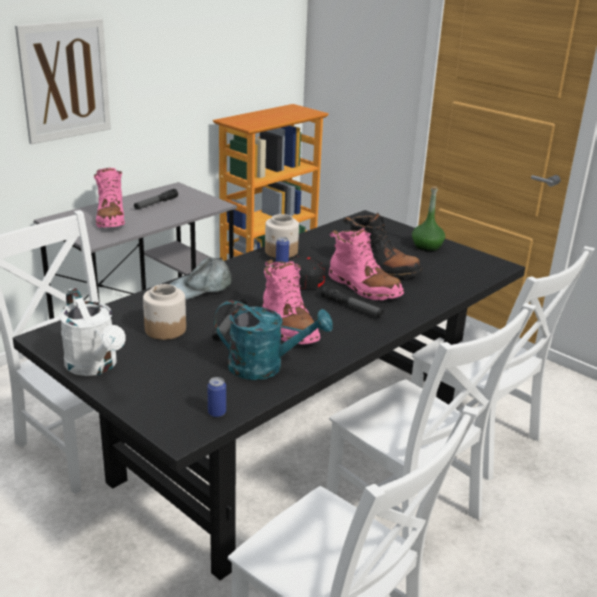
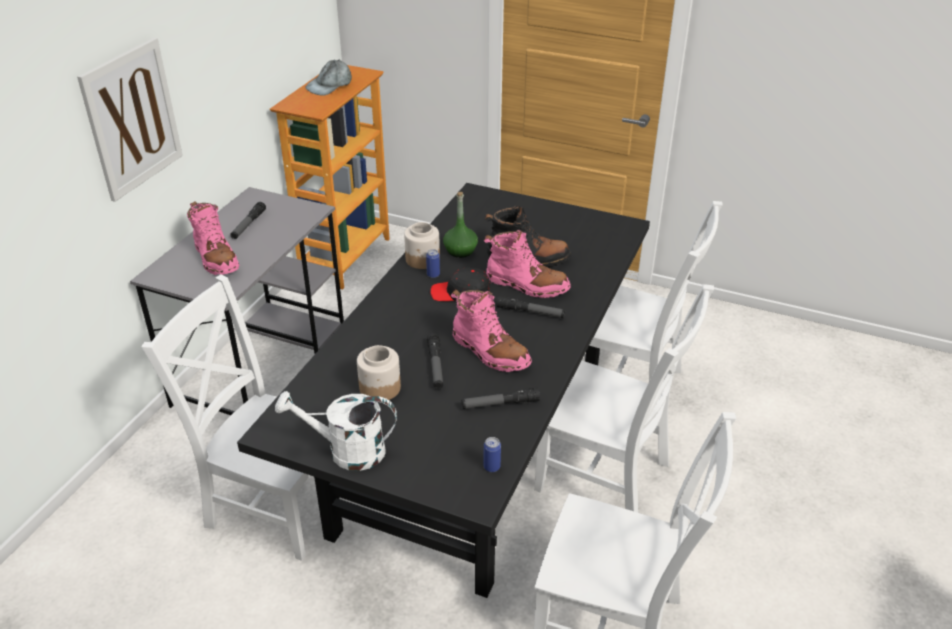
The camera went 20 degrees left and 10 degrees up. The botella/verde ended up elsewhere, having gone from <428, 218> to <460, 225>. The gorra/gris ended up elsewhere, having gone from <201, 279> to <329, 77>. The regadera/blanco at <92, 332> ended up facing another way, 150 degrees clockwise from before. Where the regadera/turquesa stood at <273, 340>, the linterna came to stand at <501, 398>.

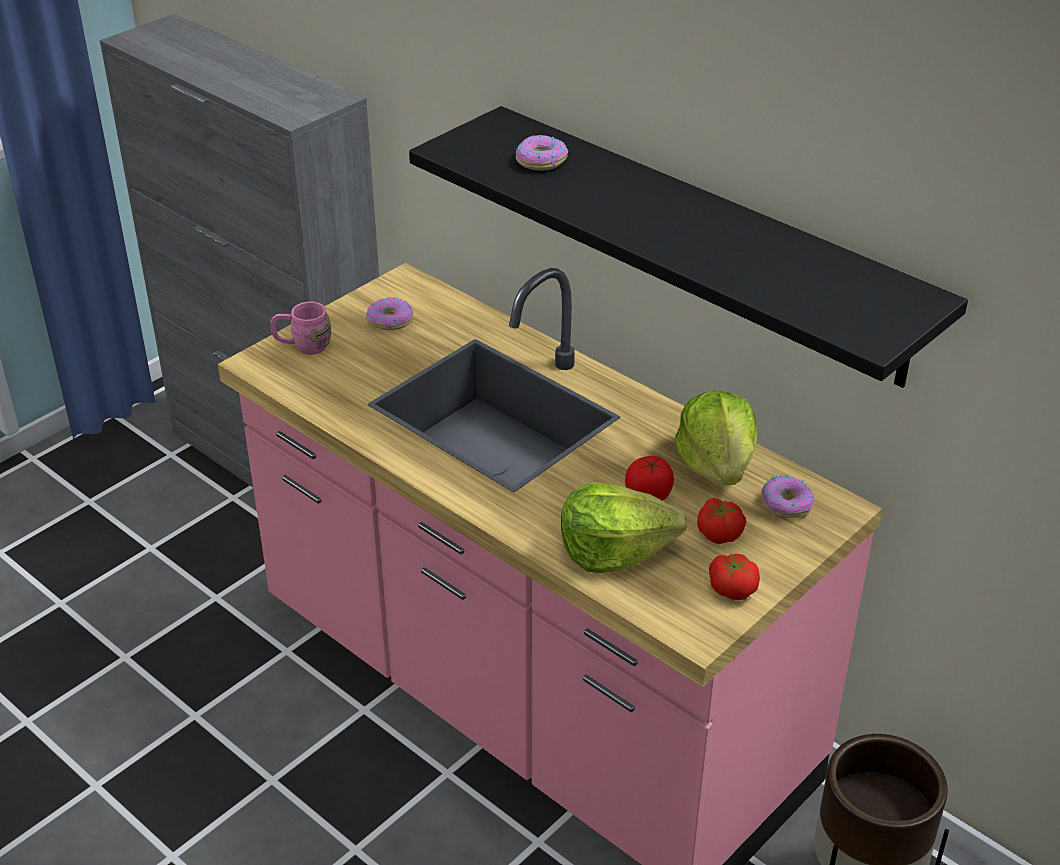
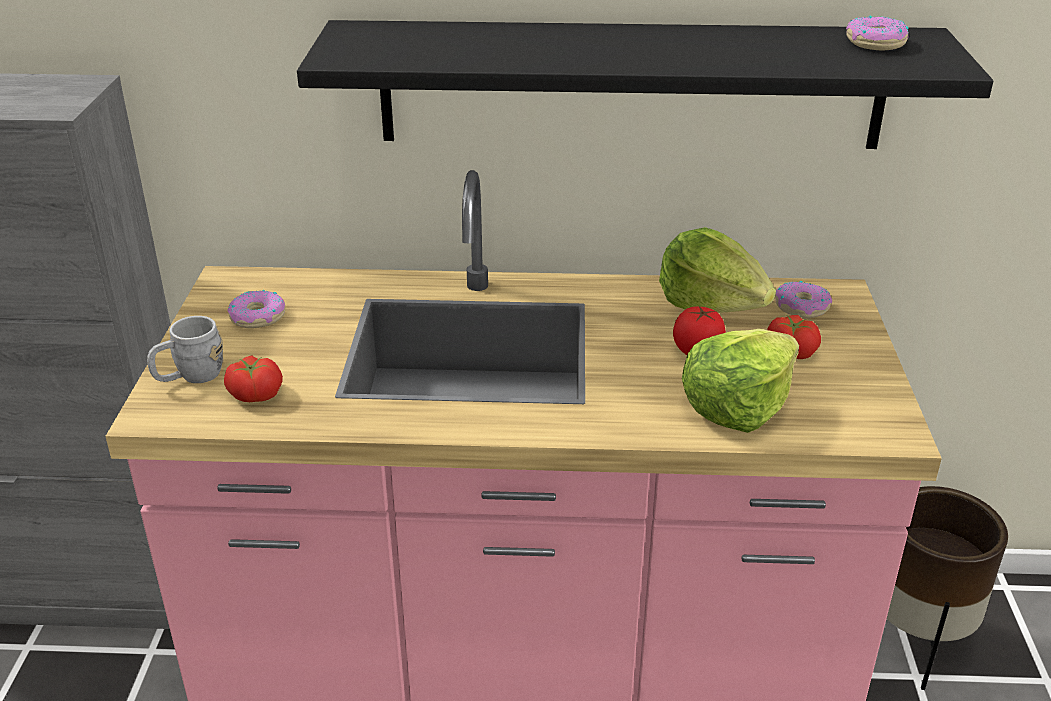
The camera went 40 degrees left and 5 degrees down. The rosquilla ended up elsewhere, having gone from <542, 152> to <877, 33>. What was the taza grande/rosa at <300, 328> turned into the taza grande/gris at <185, 349>. The tomate ended up elsewhere, having gone from <734, 577> to <253, 379>.

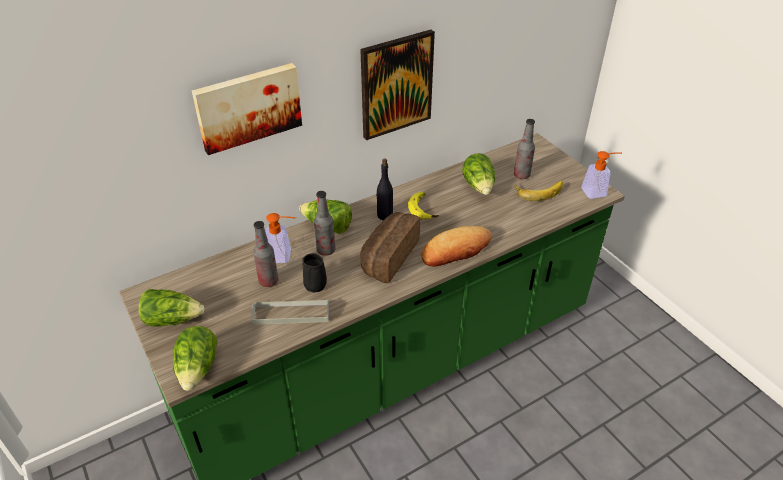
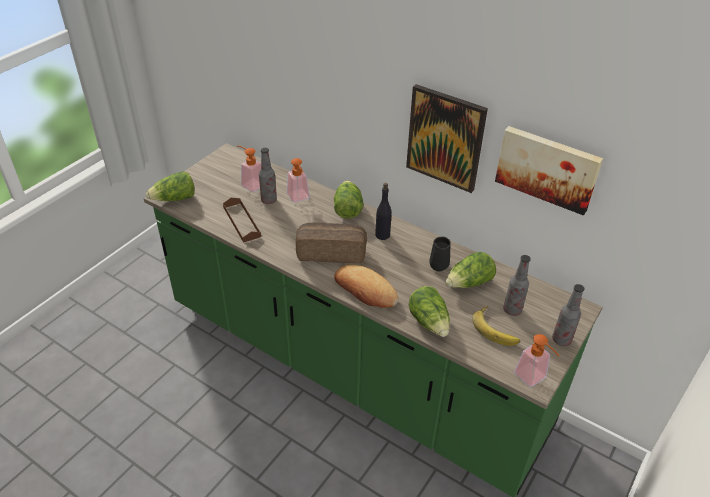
The camera went 65 degrees right and 0 degrees up. The cuadro ended up elsewhere, having gone from <247, 109> to <549, 171>. The botella ended up elsewhere, having gone from <325, 223> to <568, 315>. The second view lost the plátano at <423, 206>. The taza grande/negro ended up elsewhere, having gone from <314, 272> to <440, 254>. The lechuga ended up elsewhere, having gone from <172, 308> to <429, 311>. What was the bandeja/gris at <290, 312> turned into the bandeja/marrón at <242, 220>. The second view gained the dispensador de jabón at <249, 168>.

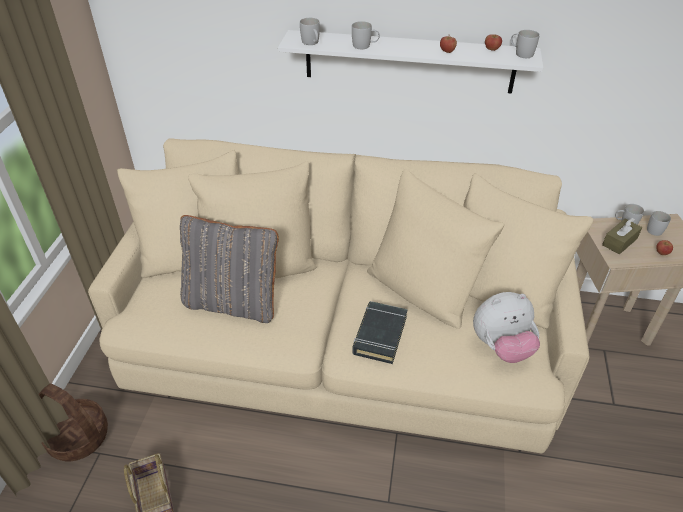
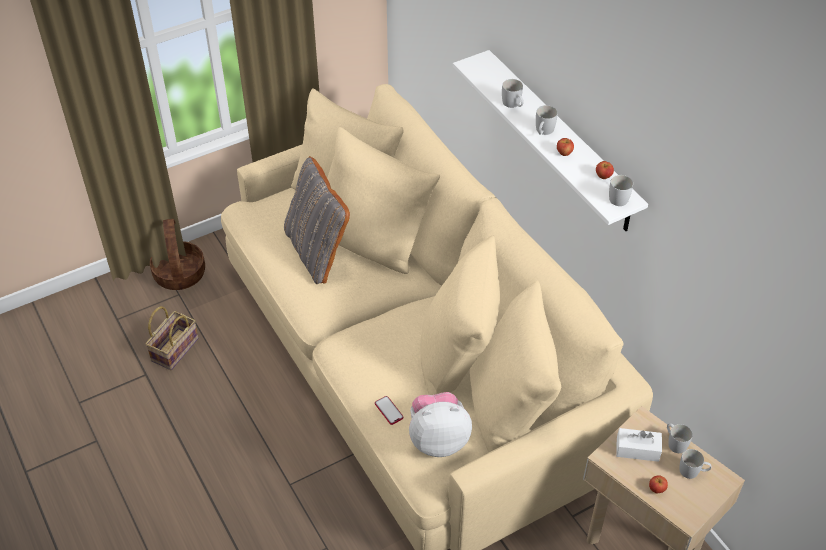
The camera went 50 degrees right and 5 degrees up. The taza grande/blanco ended up elsewhere, having gone from <310, 31> to <547, 120>. What was the caja de pañuelos/marrón at <622, 236> turned into the caja de pañuelos/blanco at <639, 445>. The peluche at <506, 327> ended up facing another way, 135 degrees clockwise from before. The second view lost the libro/negro at <380, 332>. The second view gained the móvil at <389, 410>.

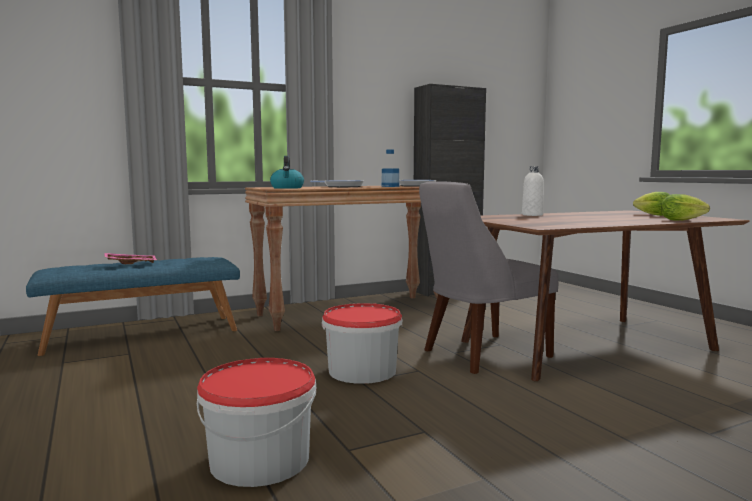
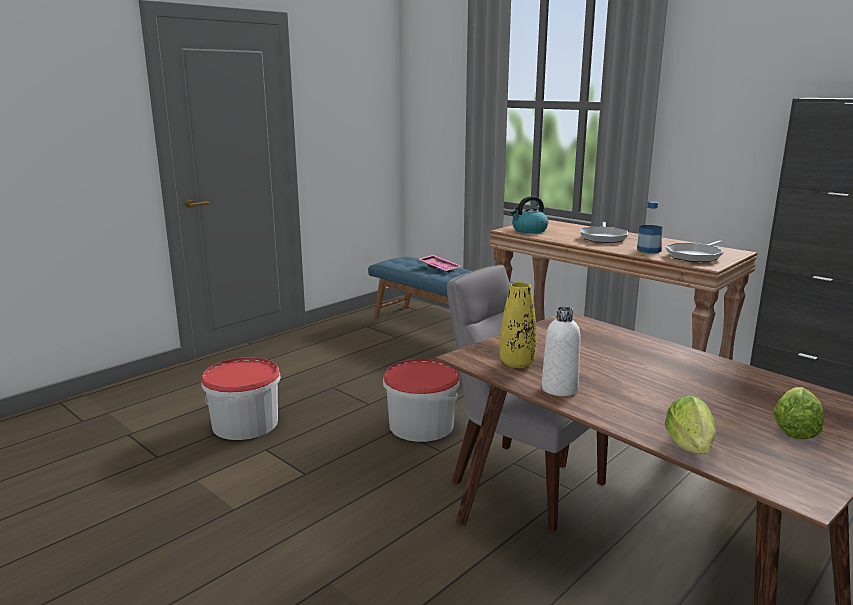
The camera went 70 degrees right and 10 degrees up. The botella/blanco ended up elsewhere, having gone from <533, 191> to <561, 351>. The second view gained the florero/amarillo at <518, 325>.

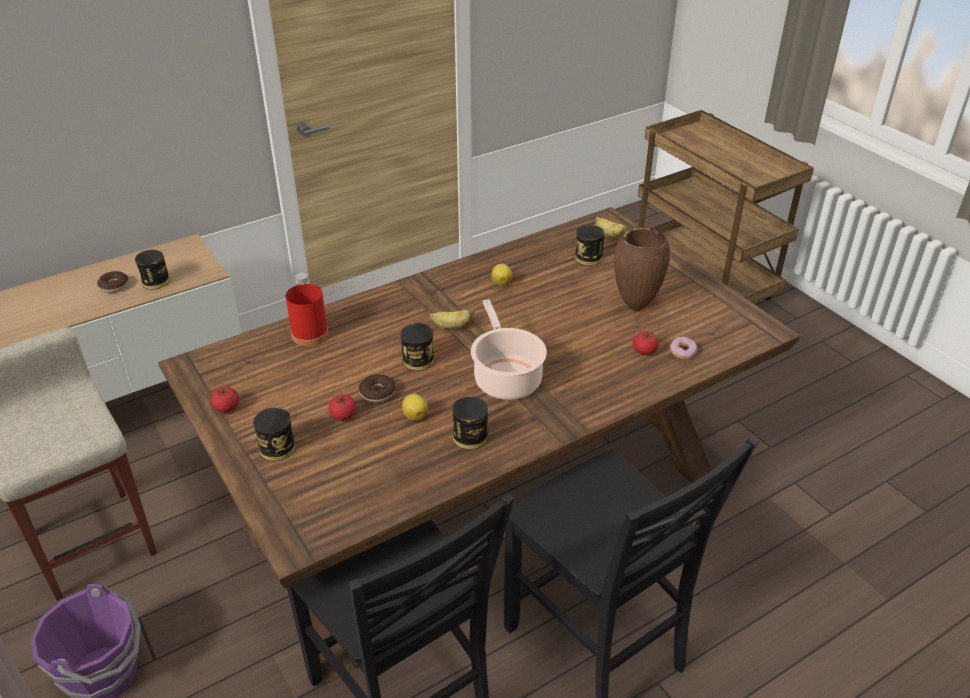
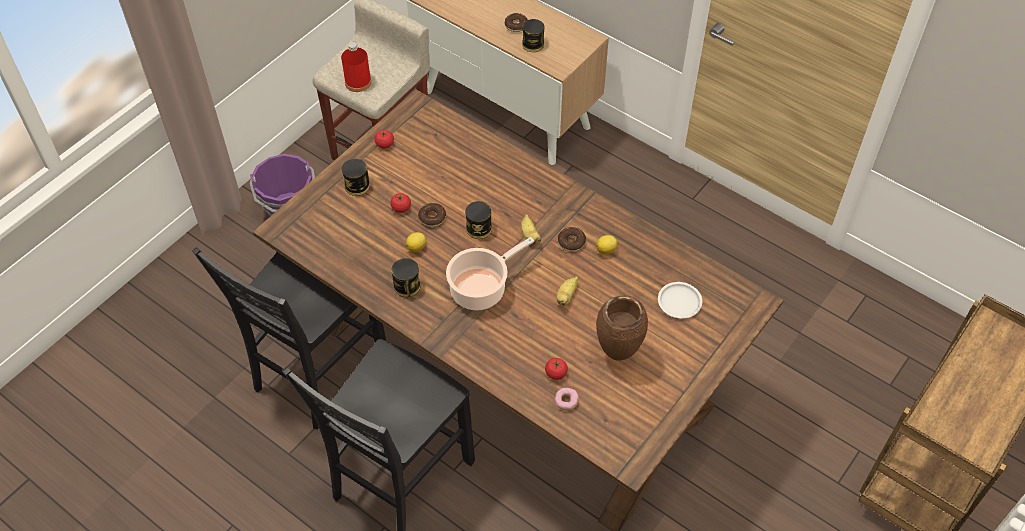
The camera went 70 degrees right and 15 degrees up. The plátano ended up elsewhere, having gone from <612, 227> to <567, 291>. Where the lata stood at <590, 245>, the plato/blanco came to stand at <680, 300>. The botella/rojo ended up elsewhere, having gone from <307, 309> to <356, 67>. The second view gained the rosquilla at <572, 239>.

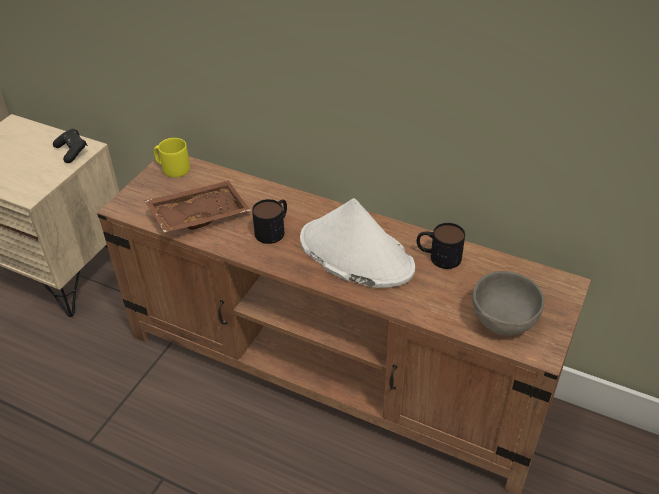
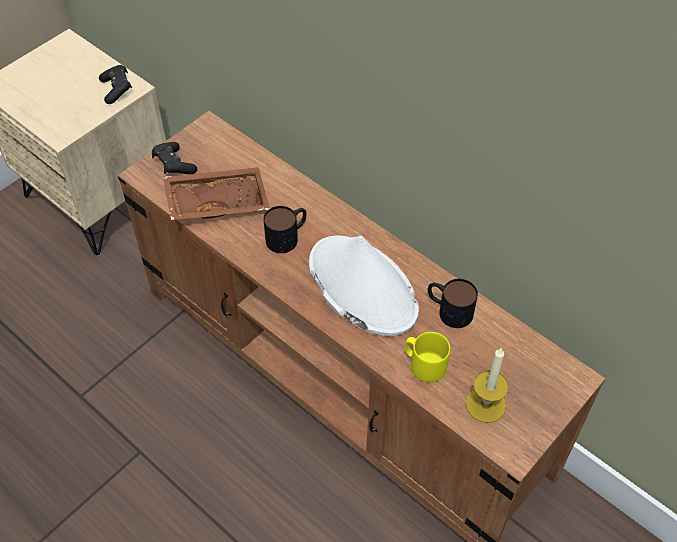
The camera went 15 degrees right and 10 degrees up. The taza grande/amarillo ended up elsewhere, having gone from <172, 158> to <427, 357>. Where the cuenco/gris stood at <508, 303>, the vela came to stand at <487, 385>. The second view gained the mando de consola/negro at <174, 158>.

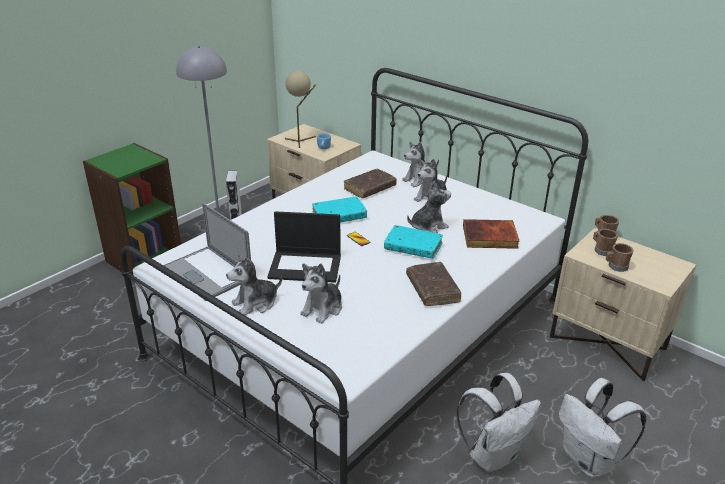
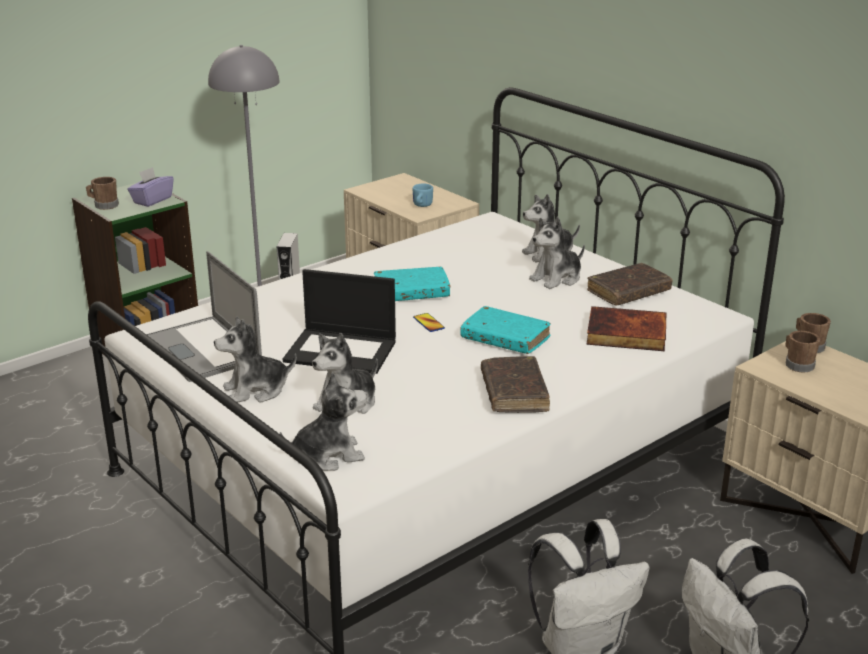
The camera went 10 degrees right and 5 degrees down. The second view lost the lámpara de mesa/beis at <300, 109>. The libro/marrón ended up elsewhere, having gone from <370, 183> to <630, 284>. The peluche ended up elsewhere, having gone from <429, 207> to <323, 421>. The taza grande/marrón ended up elsewhere, having gone from <620, 257> to <102, 193>. The second view gained the caja de pañuelos/morado at <150, 187>.

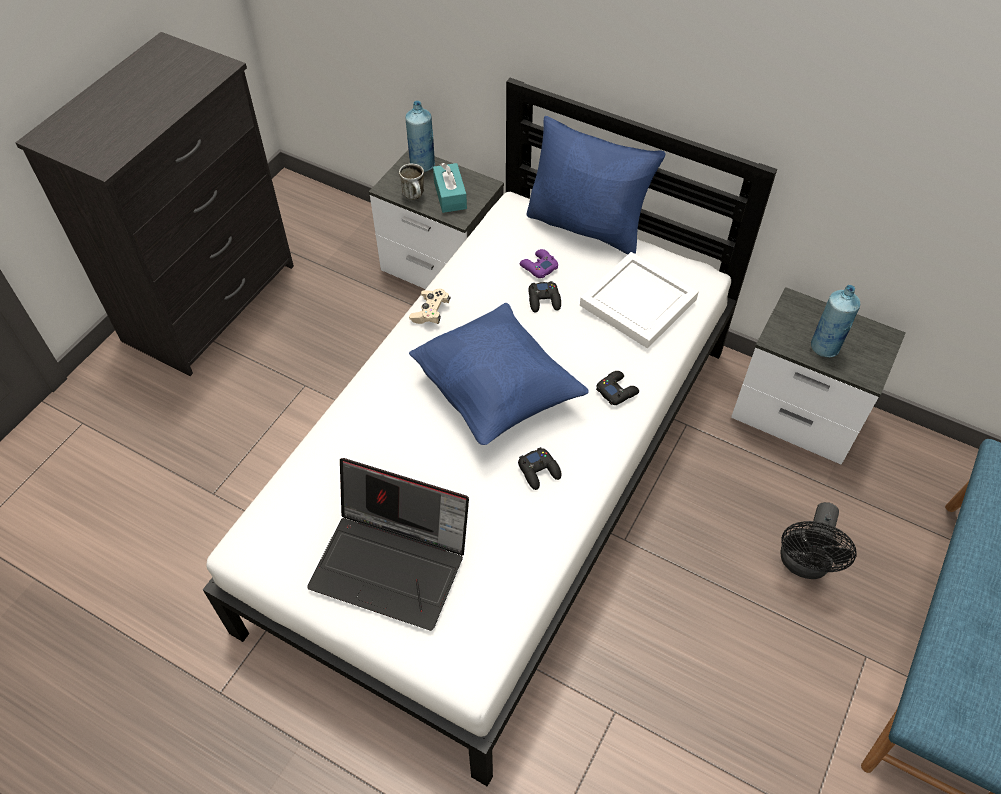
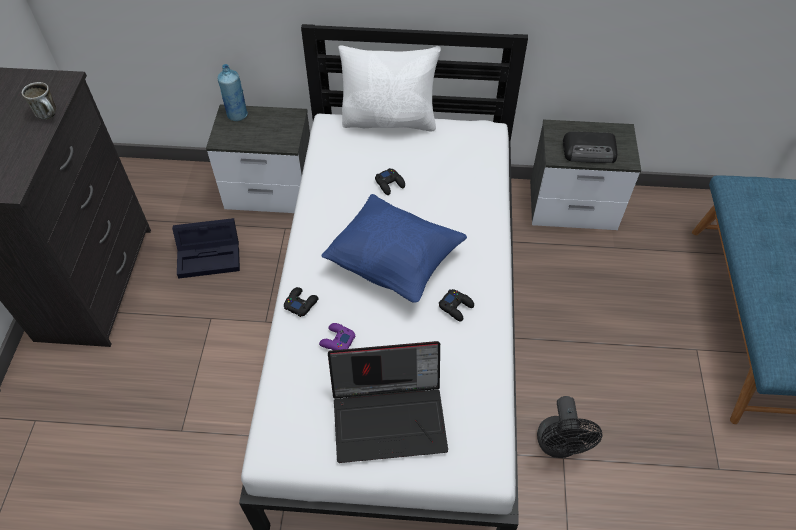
The camera went 25 degrees left and 0 degrees up. What was the cojín/azul at <596, 185> turned into the cojín/blanco at <389, 88>. The taza grande ended up elsewhere, having gone from <411, 181> to <39, 101>. The second view lost the caja de pañuelos/turquesa at <450, 188>. The mando de consola/morado ended up elsewhere, having gone from <539, 263> to <337, 336>. The second view lost the bandeja/blanco at <639, 300>. Where the botella/azul stood at <835, 321>, the radio came to stand at <590, 147>. The second view lost the mando de consola/beis at <429, 306>. The mando de consola/negro ended up elsewhere, having gone from <617, 388> to <301, 302>. The ventilador/negro ended up elsewhere, having gone from <818, 540> to <569, 427>. The second view gained the caja de almacenaje/negro at <206, 248>.

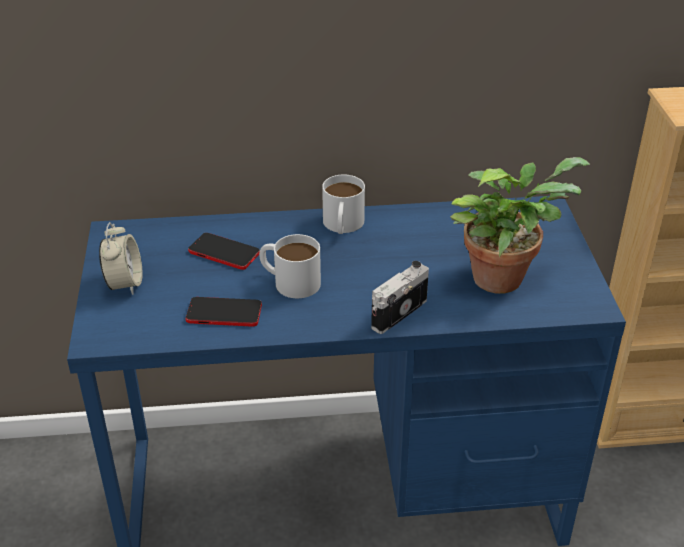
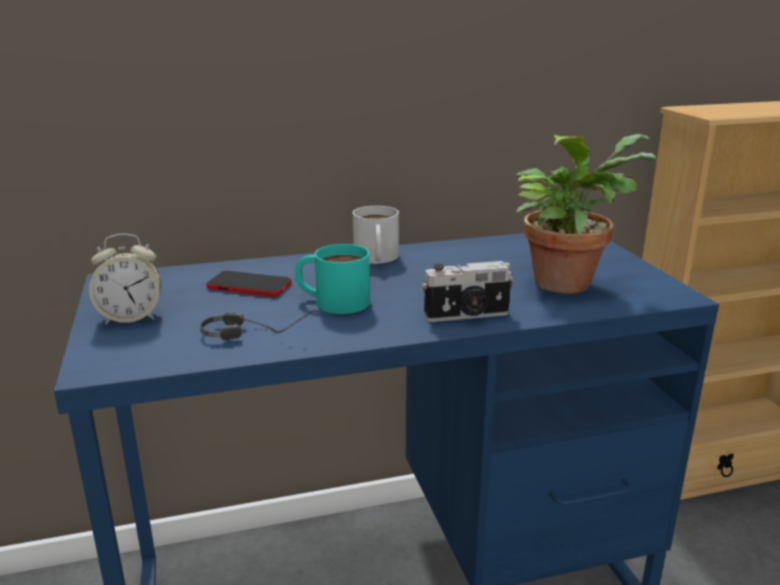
The camera went 10 degrees left and 15 degrees down. The despertador at <120, 258> ended up facing another way, 90 degrees clockwise from before. What was the taza grande/blanco at <290, 266> turned into the taza grande/turquesa at <332, 279>. The cámara at <400, 297> ended up facing another way, 135 degrees counterclockwise from before. Where the móvil stood at <224, 312>, the auriculares came to stand at <259, 325>.

